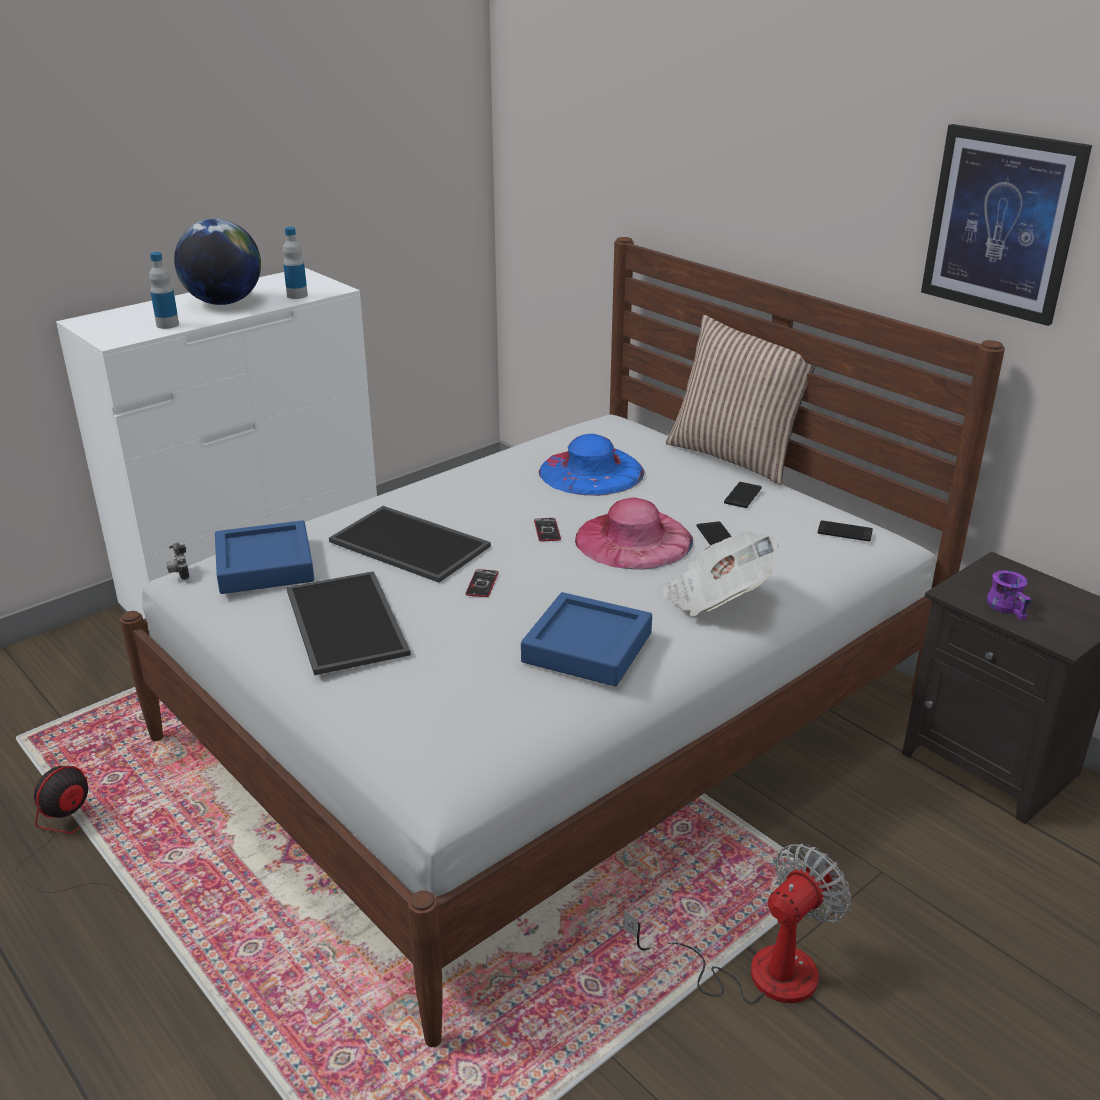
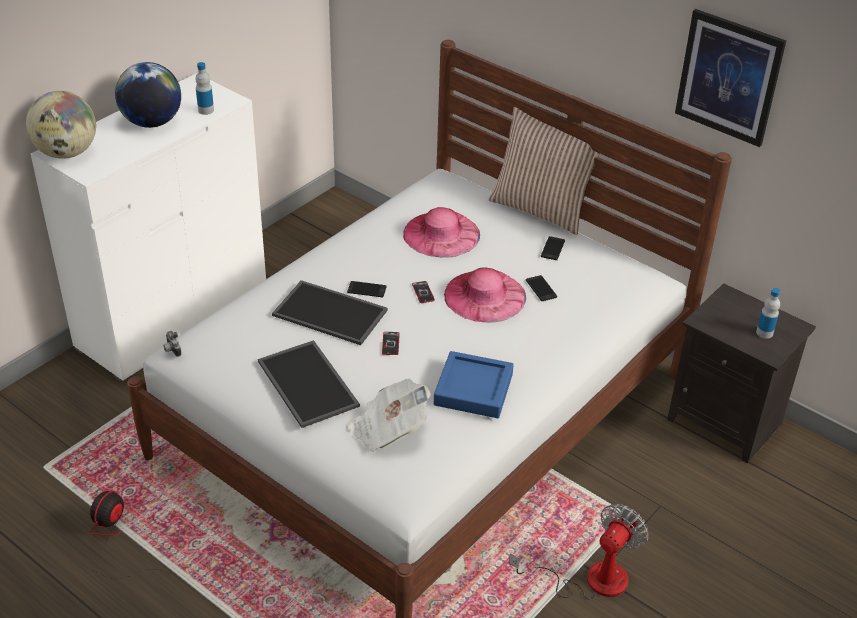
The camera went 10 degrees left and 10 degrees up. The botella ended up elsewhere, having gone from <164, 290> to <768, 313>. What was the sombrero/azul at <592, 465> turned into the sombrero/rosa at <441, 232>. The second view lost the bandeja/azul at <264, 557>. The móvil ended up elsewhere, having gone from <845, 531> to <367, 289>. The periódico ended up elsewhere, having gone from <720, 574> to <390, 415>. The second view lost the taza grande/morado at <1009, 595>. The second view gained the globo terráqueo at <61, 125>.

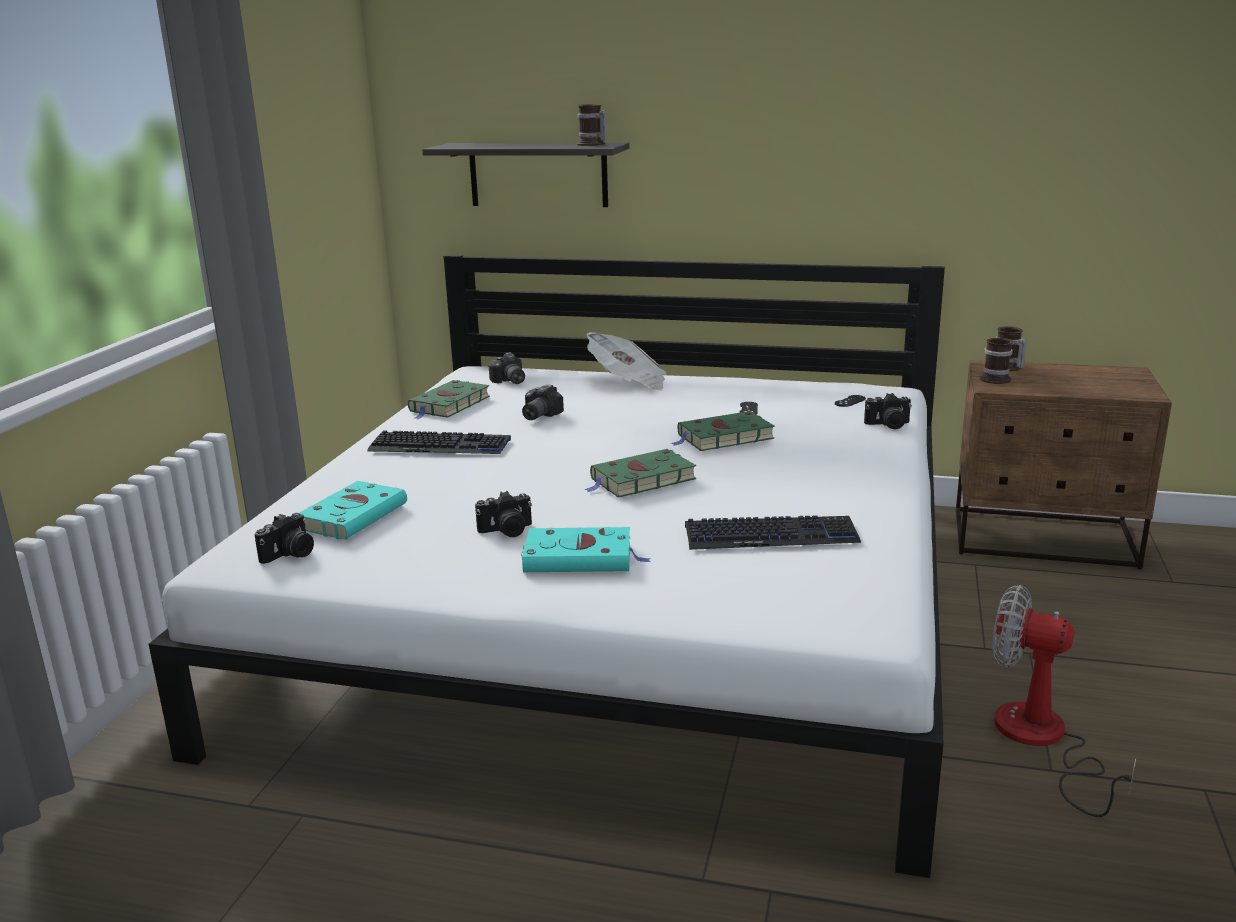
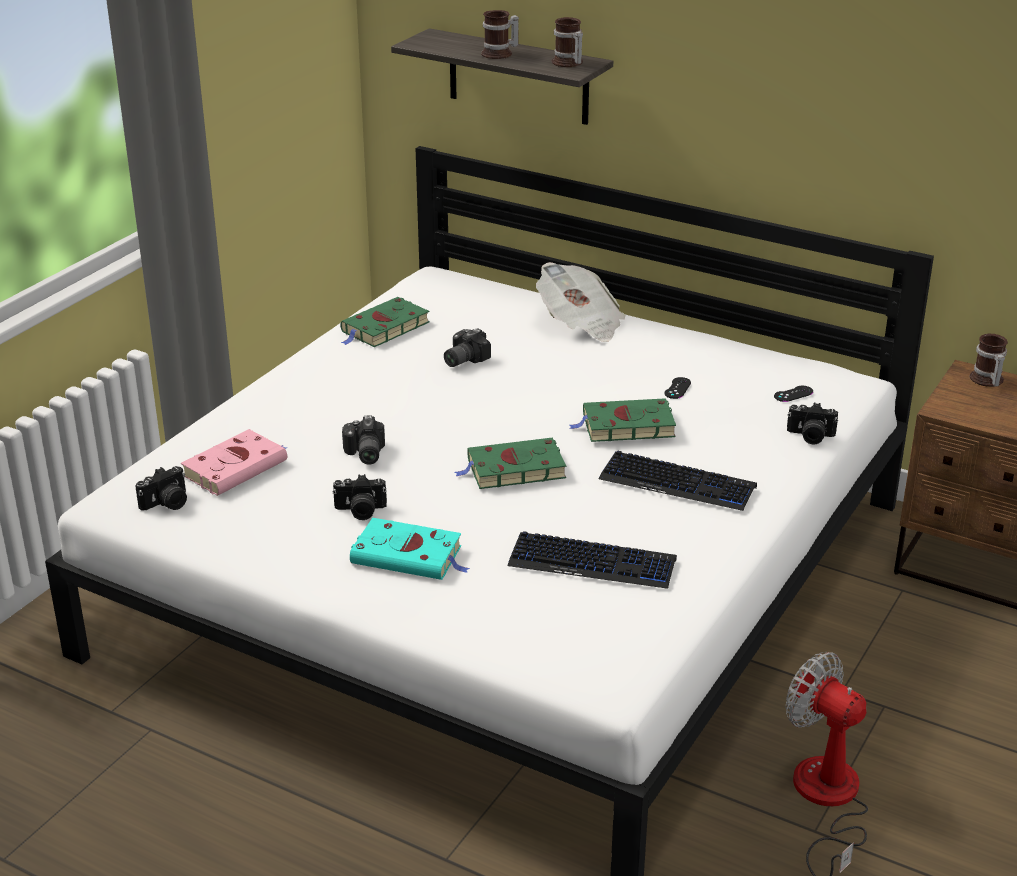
The camera went 15 degrees right and 10 degrees up. The taza grande ended up elsewhere, having gone from <996, 361> to <500, 34>. The cámara ended up elsewhere, having gone from <507, 368> to <363, 440>. The teclado ended up elsewhere, having gone from <439, 442> to <678, 481>. What was the libro/turquesa at <353, 510> turned into the libro/rosa at <234, 462>.

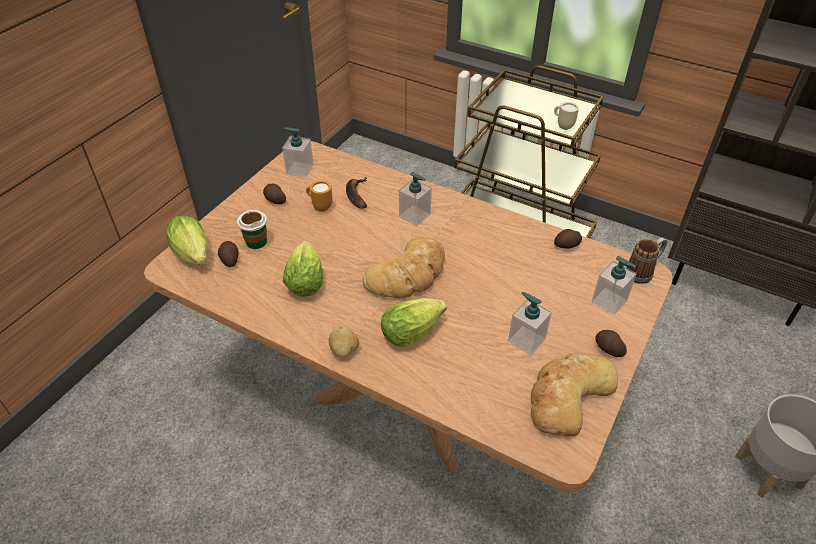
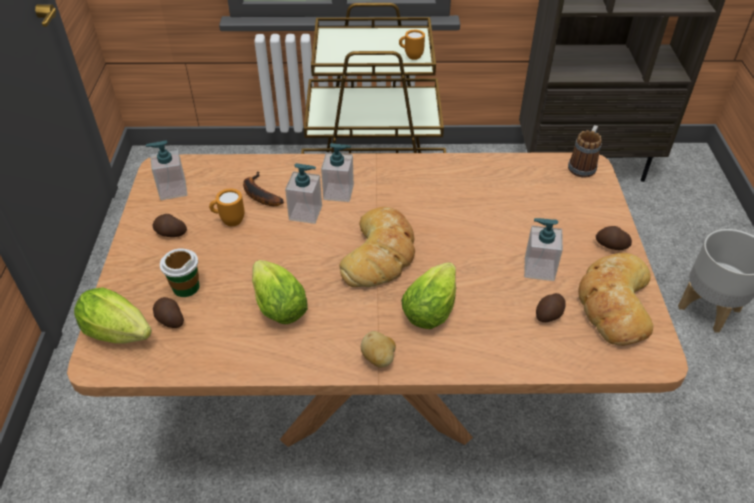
The camera went 30 degrees left and 0 degrees up. What was the taza grande/beis at <566, 116> turned into the taza grande/naranja at <412, 45>. The patata ended up elsewhere, having gone from <568, 239> to <551, 307>. The dispensador de jabón ended up elsewhere, having gone from <614, 285> to <303, 193>.

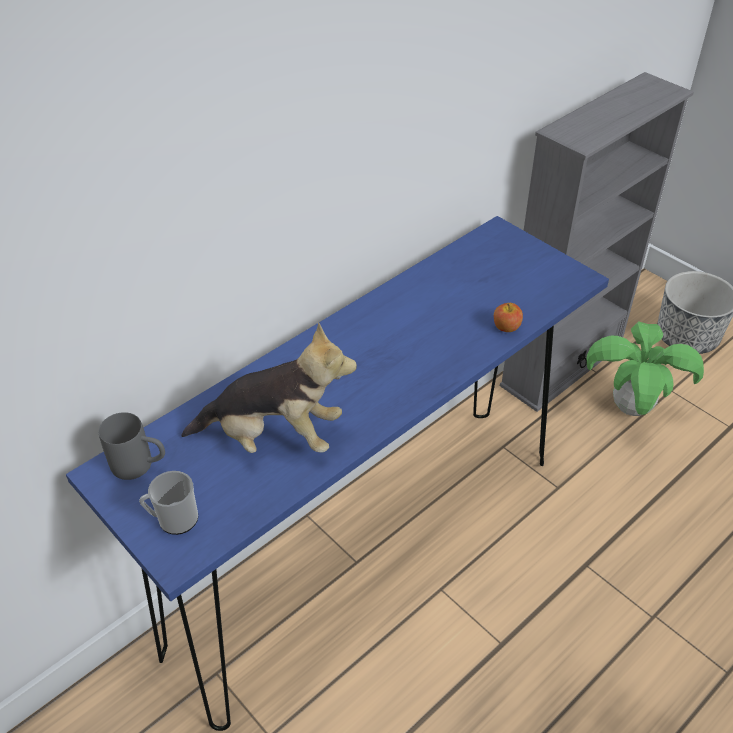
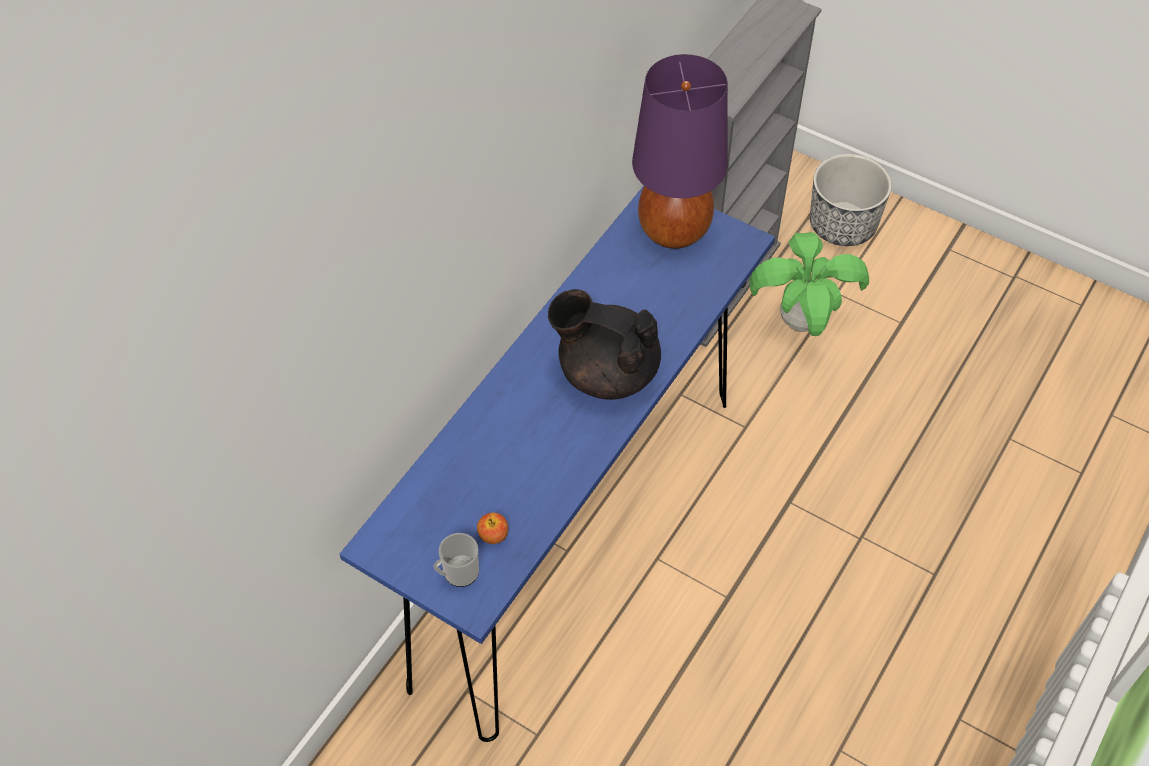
The camera went 15 degrees left and 10 degrees up. The manzana ended up elsewhere, having gone from <508, 317> to <492, 528>. The second view lost the peluche at <269, 388>. The second view lost the taza grande/gris at <132, 446>. The second view gained the lámpara de mesa/morado at <680, 151>. The second view gained the tetera/negro at <604, 344>.

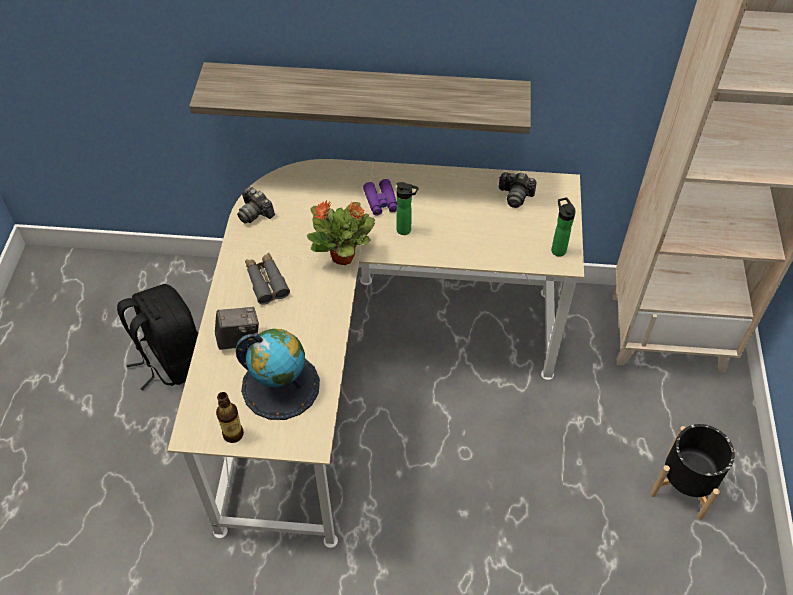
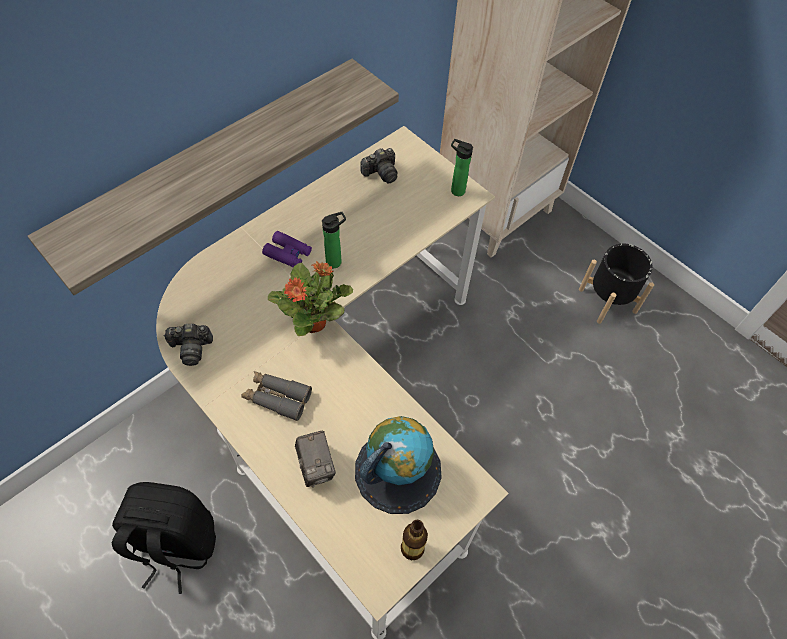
The camera went 50 degrees left and 5 degrees up. The cámara at <237, 328> ended up facing another way, 135 degrees clockwise from before.

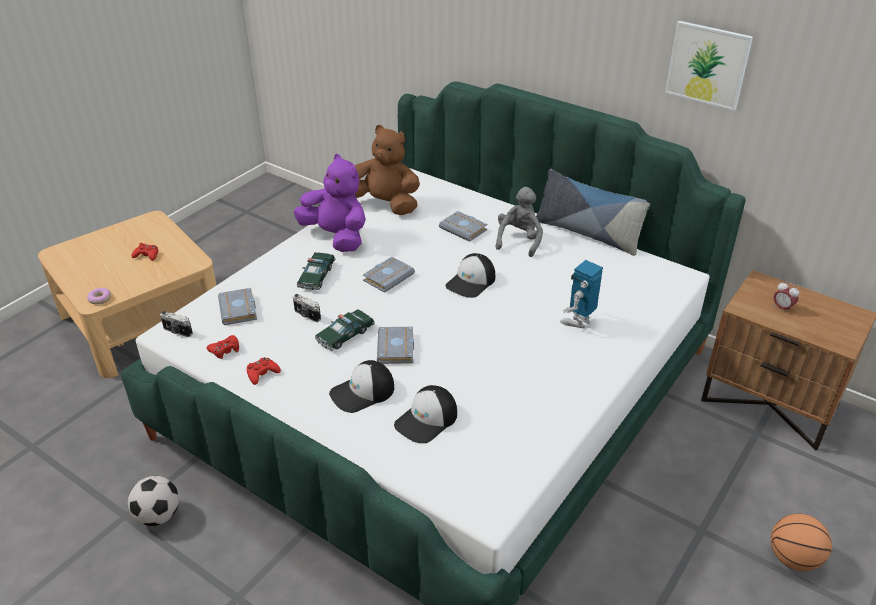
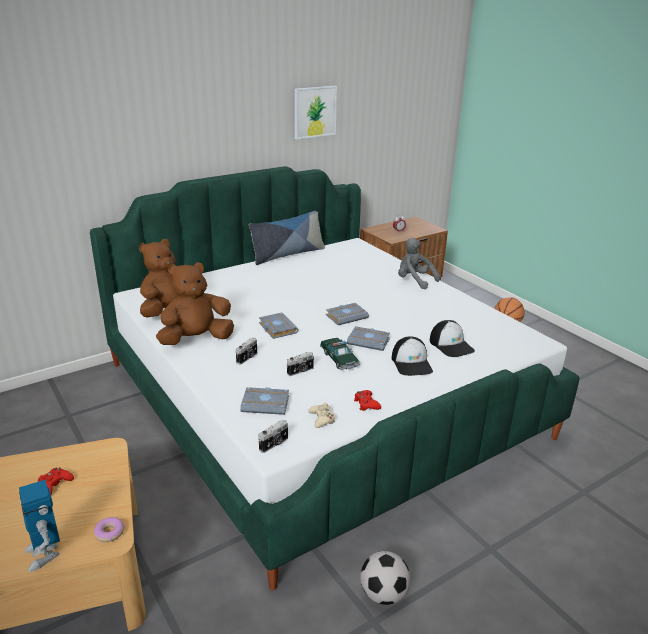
The camera went 70 degrees left and 10 degrees down. What was the peluche/morado at <330, 203> turned into the peluche/marrón at <195, 303>. The peluche/gris ended up elsewhere, having gone from <519, 222> to <419, 263>. The libro/gris ended up elsewhere, having gone from <463, 226> to <347, 314>. Where the coche de juguete stood at <316, 271>, the cámara came to stand at <246, 351>. The second view lost the gorra at <470, 275>. The robot de juguete ended up elsewhere, having gone from <581, 294> to <39, 526>. What was the mando de consola/rojo at <223, 347> turned into the mando de consola/beis at <321, 415>.

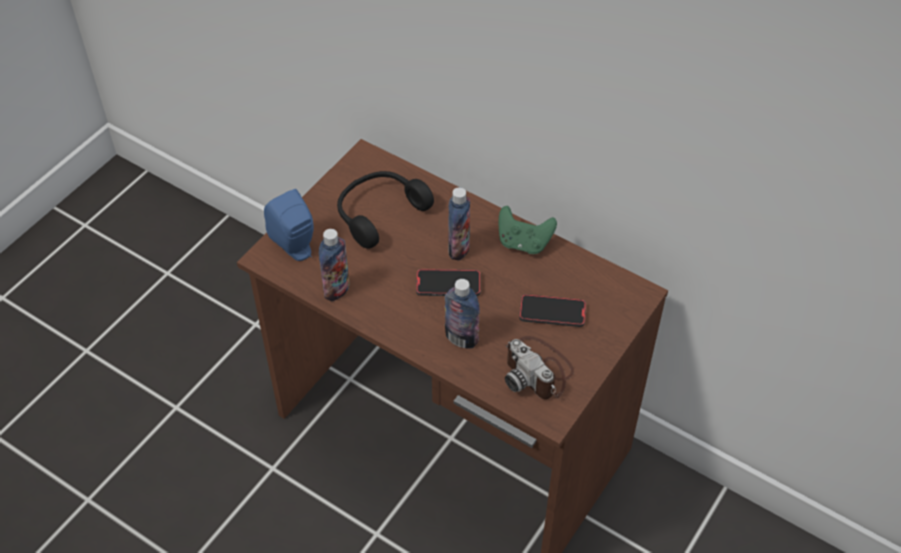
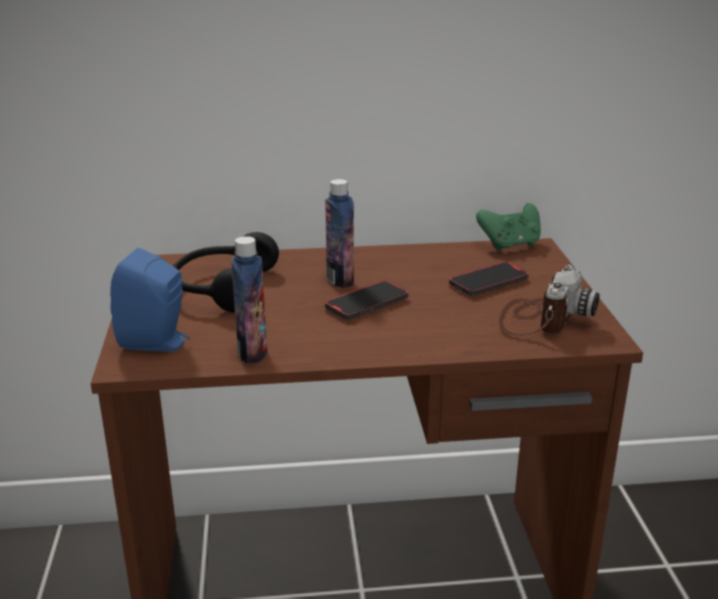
The camera went 40 degrees left and 25 degrees down. The mando de consola/verde ended up elsewhere, having gone from <527, 230> to <508, 227>. The second view lost the botella at <462, 314>. The cámara at <539, 367> ended up facing another way, 75 degrees counterclockwise from before.

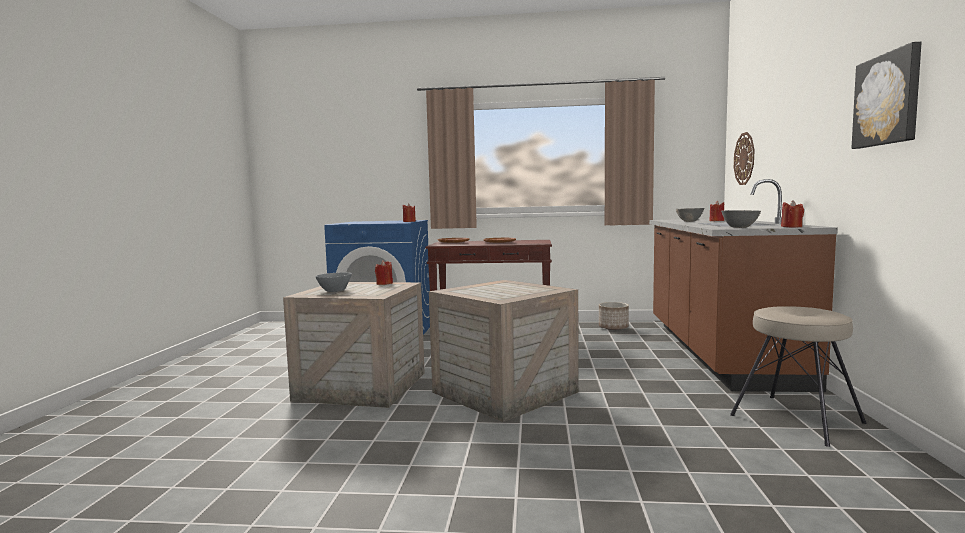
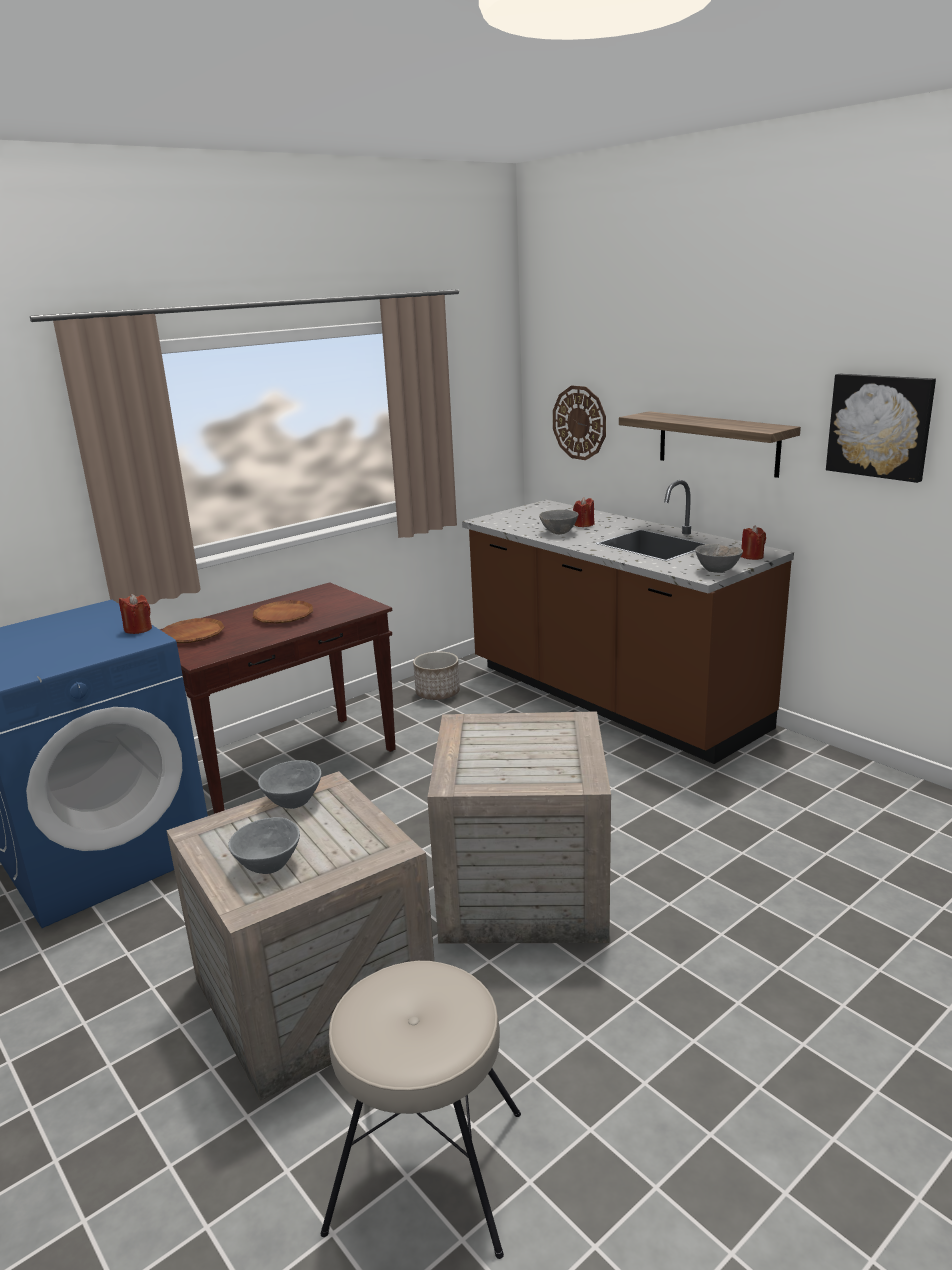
The camera went 45 degrees left and 15 degrees up. Where the vela/rojo stood at <384, 272>, the cuenco/gris came to stand at <289, 784>. The taburete/beis ended up elsewhere, having gone from <798, 376> to <421, 1110>. The second view gained the estante at <710, 444>.

